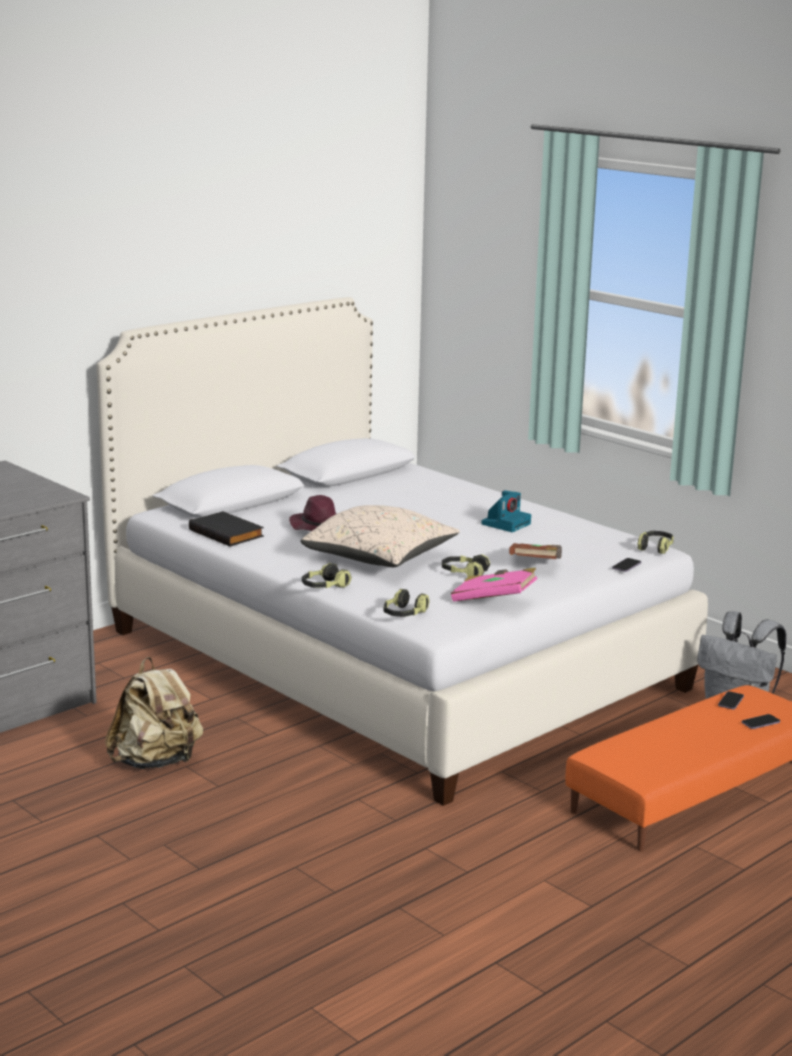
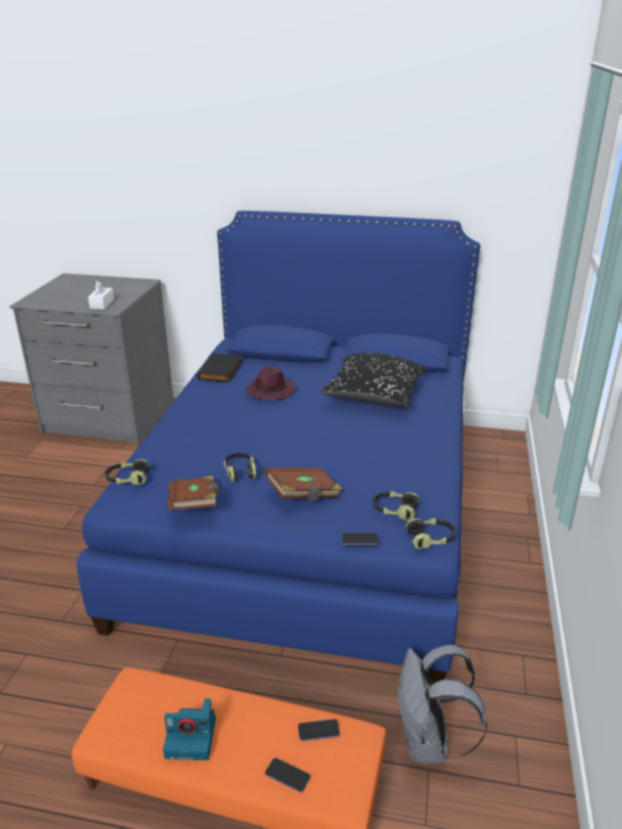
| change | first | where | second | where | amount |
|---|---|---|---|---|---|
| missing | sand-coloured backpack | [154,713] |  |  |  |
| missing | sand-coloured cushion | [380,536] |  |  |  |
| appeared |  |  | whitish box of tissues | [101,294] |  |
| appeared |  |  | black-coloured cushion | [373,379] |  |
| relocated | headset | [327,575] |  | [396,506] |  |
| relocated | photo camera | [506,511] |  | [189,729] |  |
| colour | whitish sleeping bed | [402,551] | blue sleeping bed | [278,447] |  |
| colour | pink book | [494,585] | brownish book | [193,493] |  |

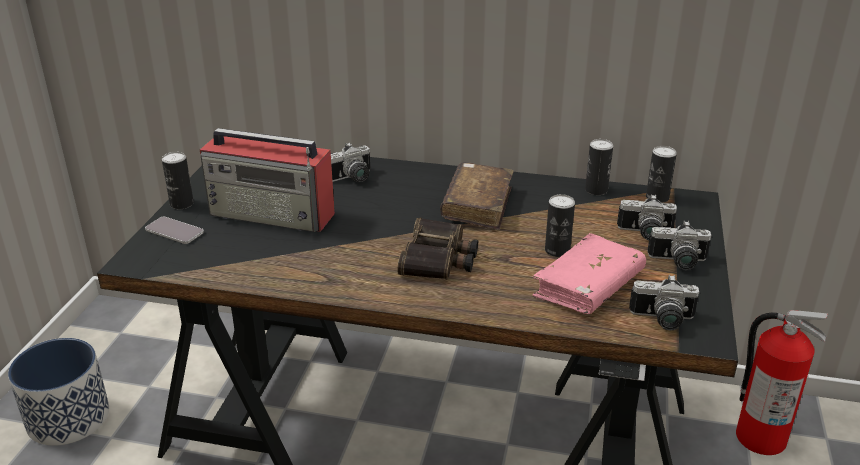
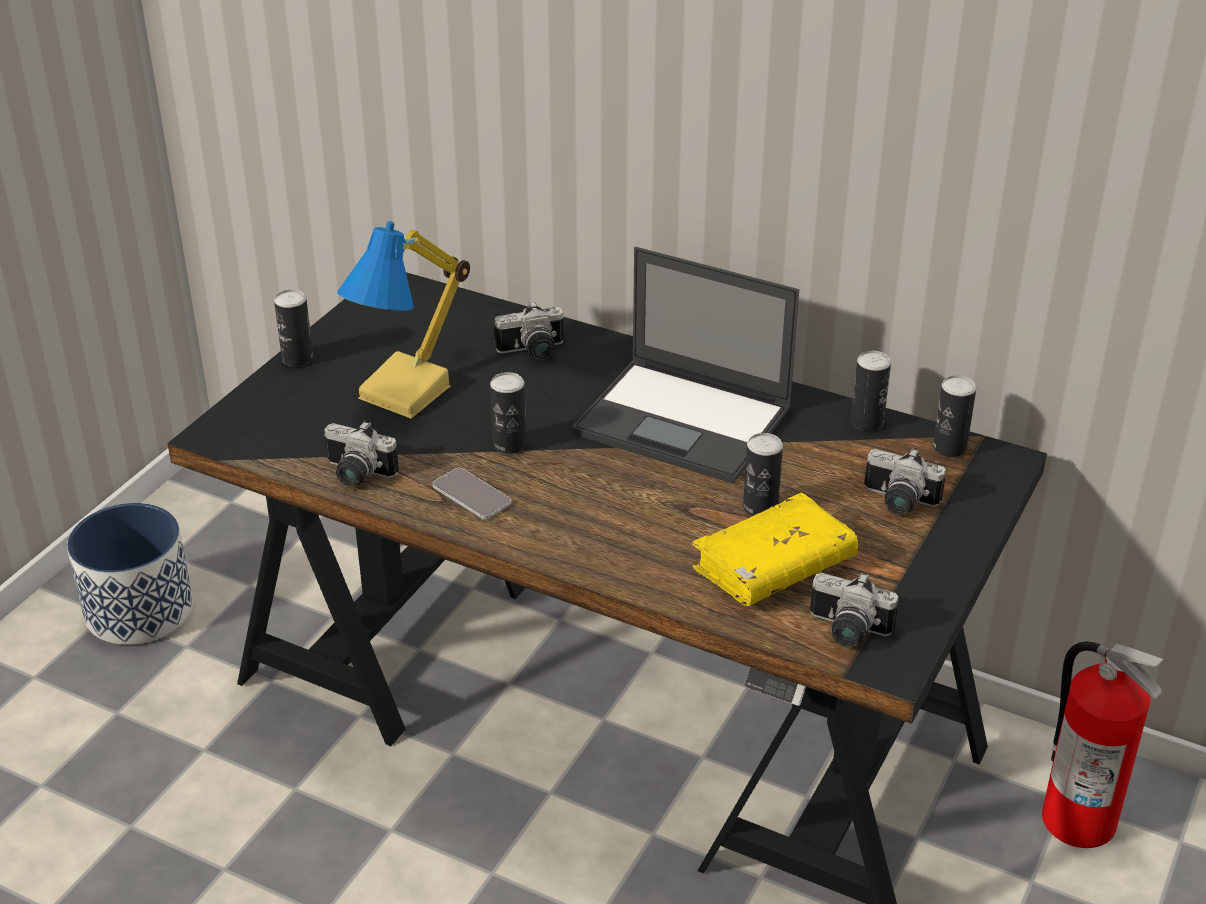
| change | first | where | second | where | amount |
|---|---|---|---|---|---|
| missing | field glasses | [437,249] |  |  |  |
| appeared |  |  | metal can | [508,413] |  |
| relocated | telephone | [174,230] |  | [472,493] |  |
| relocated | photo camera | [679,245] |  | [361,454] |  |
| exchanged | radio set | [267,180] | tabletop lamp | [403,320] |  |
| exchanged | brownish book | [476,196] | portable computer | [685,365] |  |
| colour | pink book | [589,273] | yellowish book | [774,549] |  |

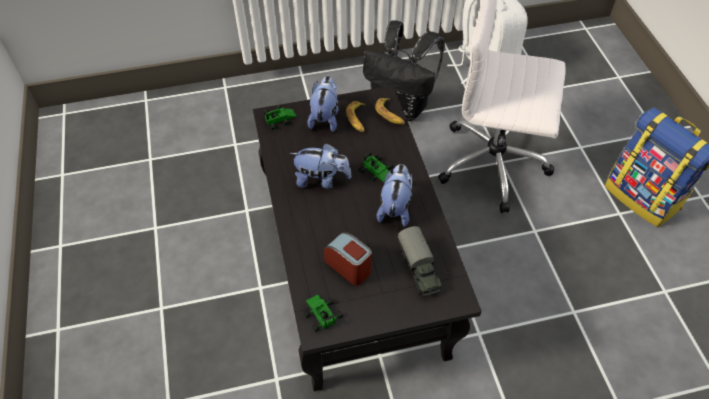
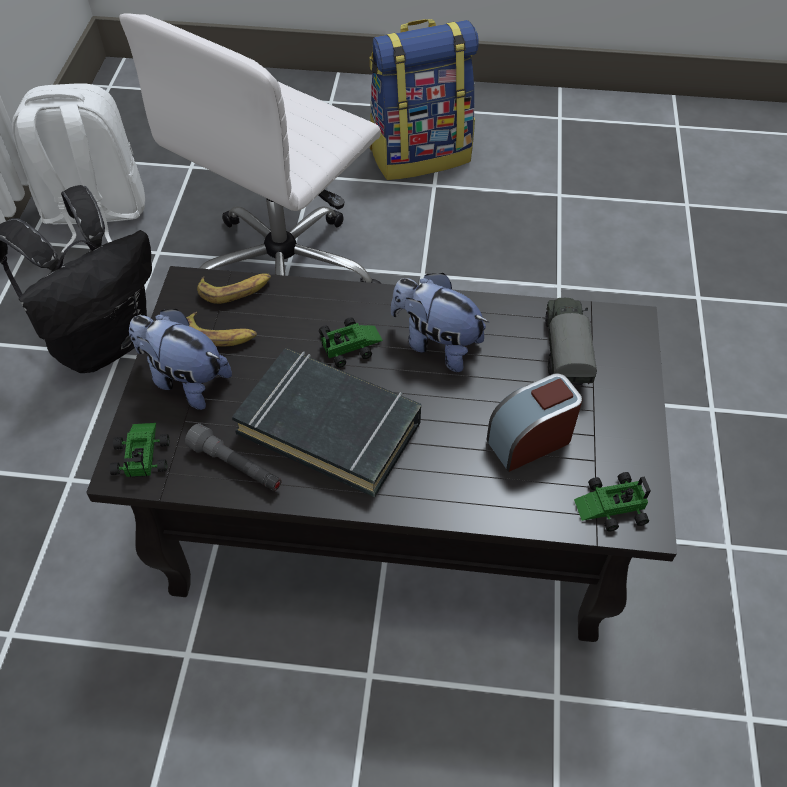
| change | first | where | second | where | amount |
|---|---|---|---|---|---|
| appeared |  |  | gray hand torch | [233,457] |  |
| exchanged | plush toy | [321,166] | black-coloured book | [326,422] |  |
| spun | model truck | [420,261] |  | [571,342] | 90 degrees counterclockwise |

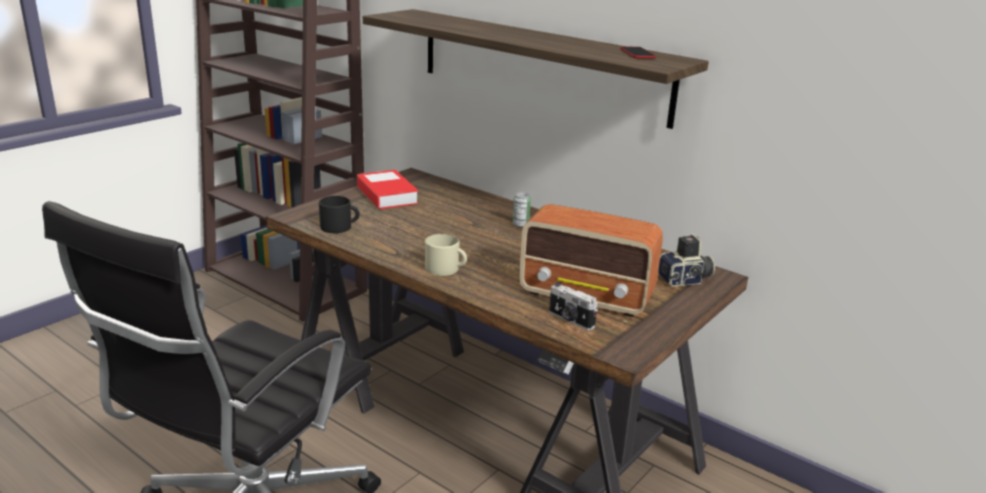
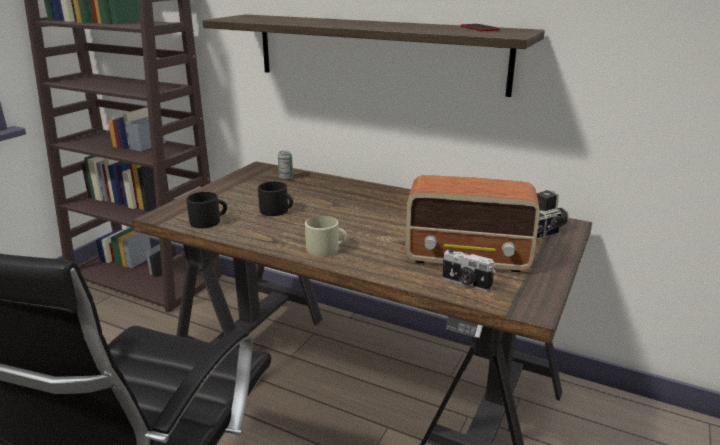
| change | first | where | second | where | amount |
|---|---|---|---|---|---|
| missing | book | [387,189] |  |  |  |
| appeared |  |  | black-coloured tea mug | [275,199] |  |
| relocated | metal can | [521,209] |  | [285,165] |  |

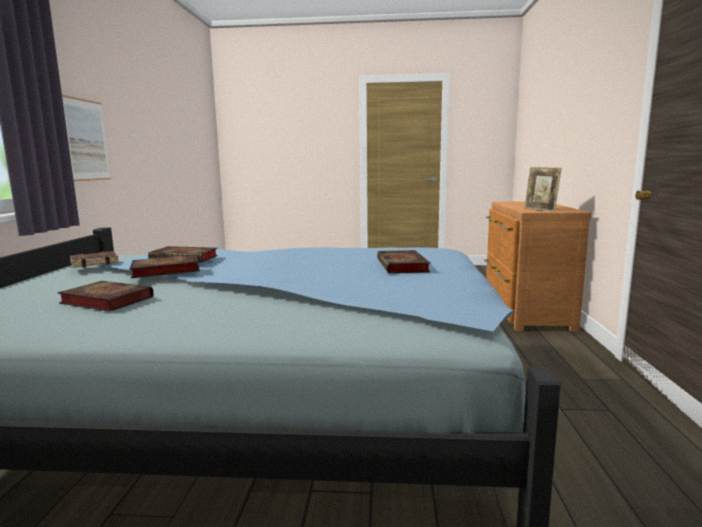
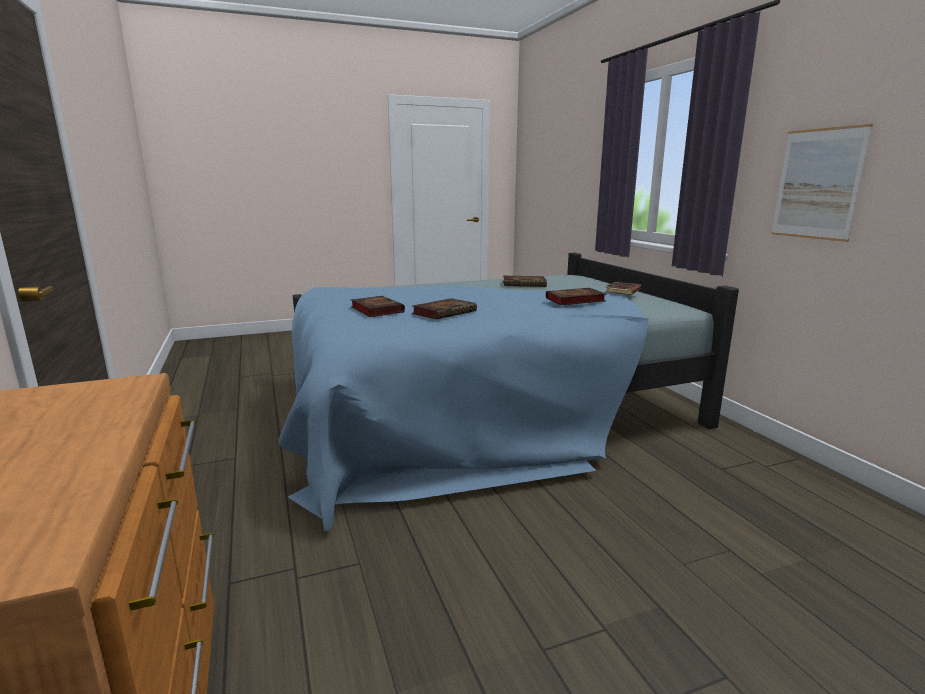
| change | first | where | second | where | amount |
|---|---|---|---|---|---|
| missing | photo frame | [543,189] |  |  |  |
| relocated | book | [165,266] |  | [444,309] |  |

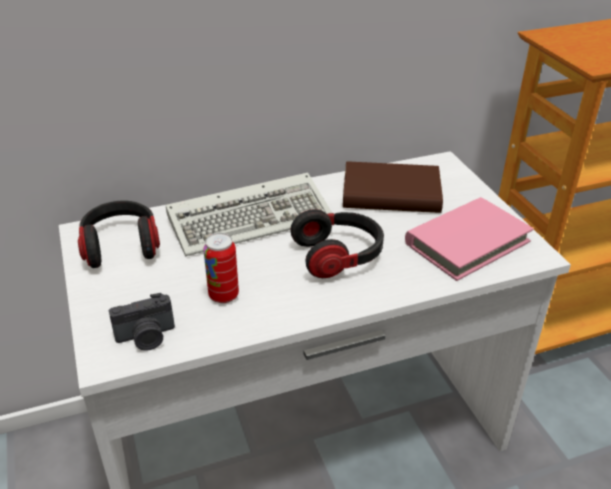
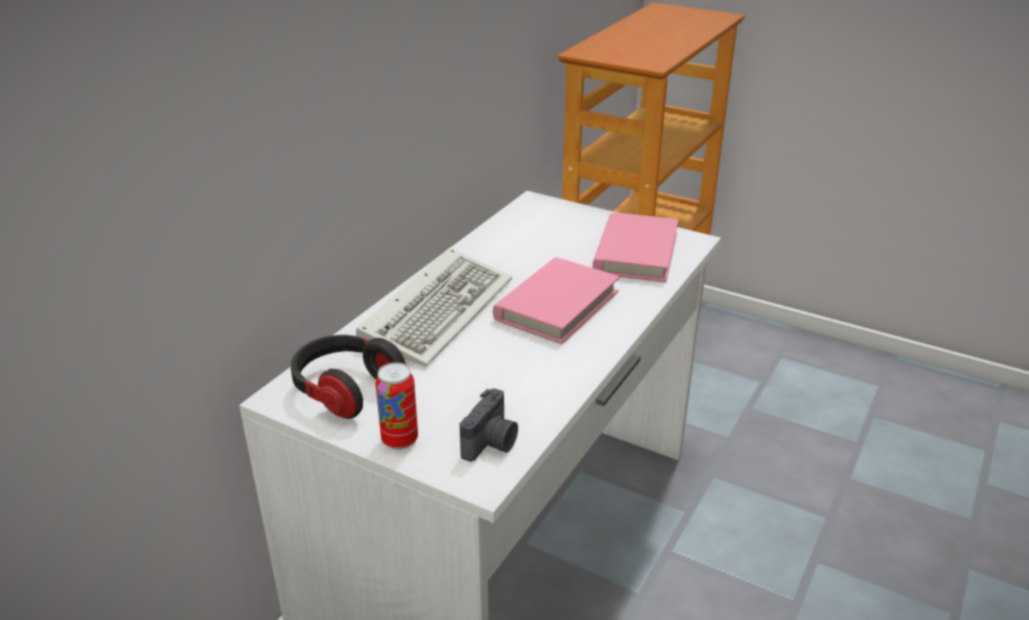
| change | first | where | second | where | amount |
|---|---|---|---|---|---|
| missing | brownish book | [393,187] |  |  |  |
| relocated | metal can | [221,268] |  | [396,406] |  |
| exchanged | headset | [337,243] | pink book | [556,300] |  |

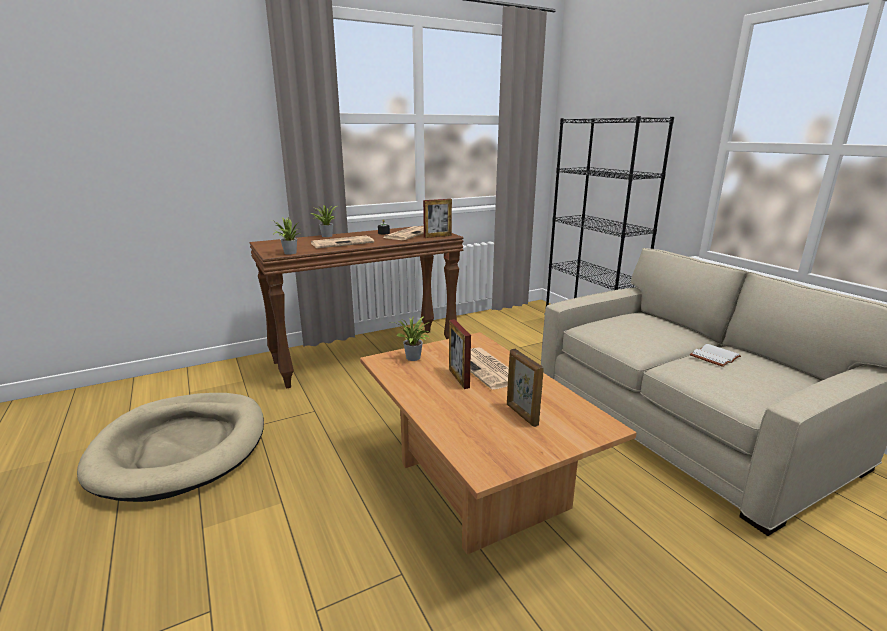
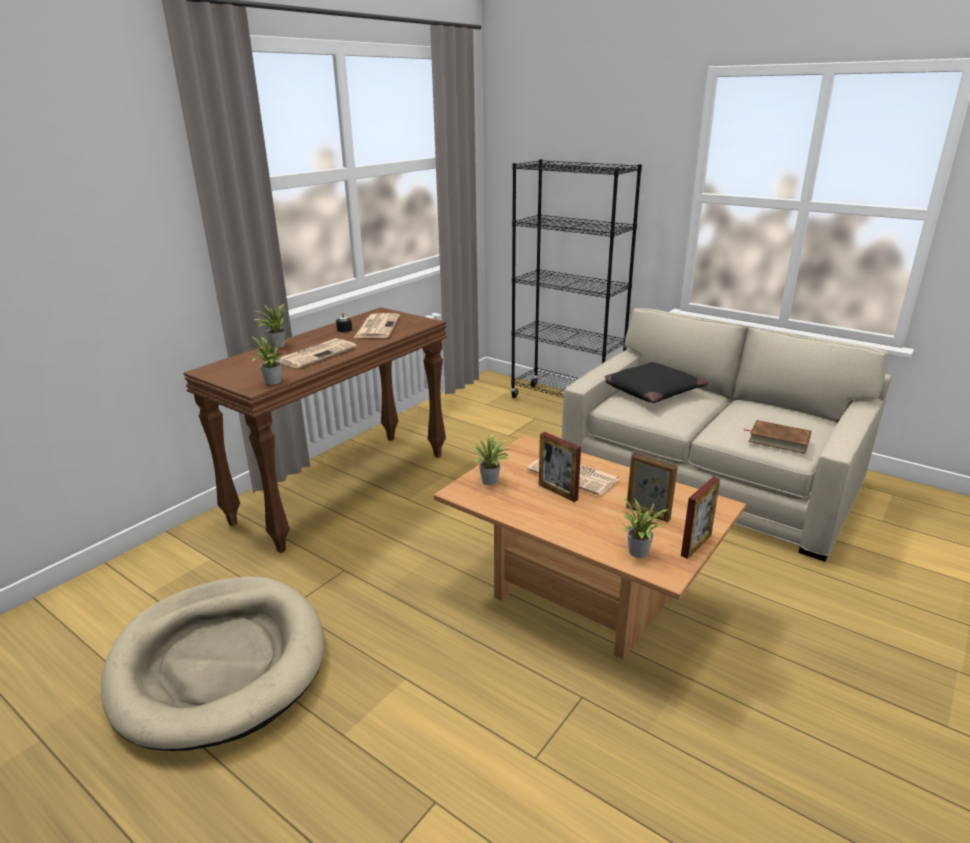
| change | first | where | second | where | amount |
|---|---|---|---|---|---|
| missing | whitish book | [715,355] |  |  |  |
| appeared |  |  | black-coloured cushion | [656,382] |  |
| appeared |  |  | potted plant | [643,526] |  |
| appeared |  |  | brownish book | [778,437] |  |
| relocated | photo frame | [437,218] |  | [700,517] |  |

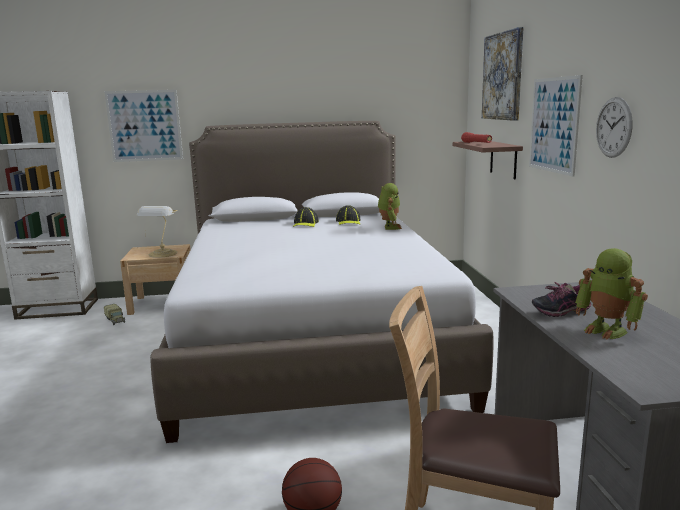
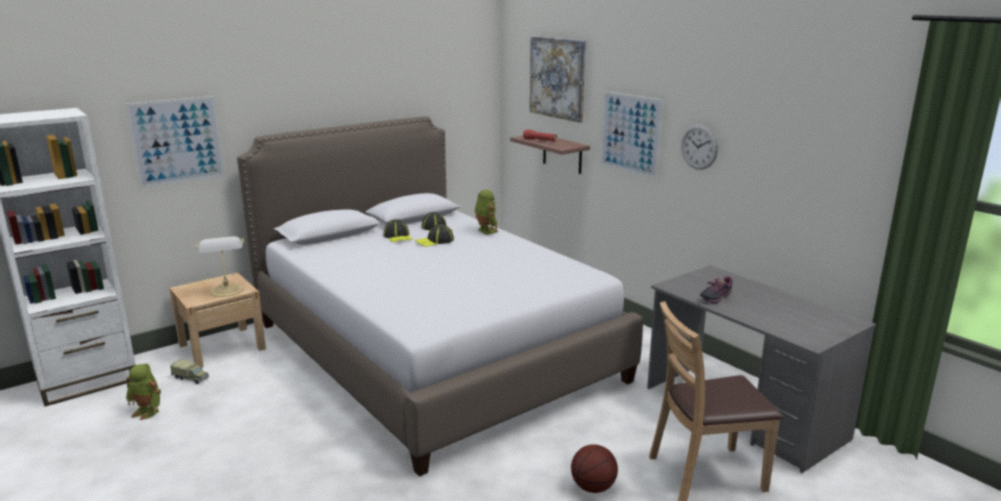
| change | first | where | second | where | amount |
|---|---|---|---|---|---|
| appeared |  |  | cap | [434,235] |  |
| relocated | model robot | [611,294] |  | [143,392] |  |

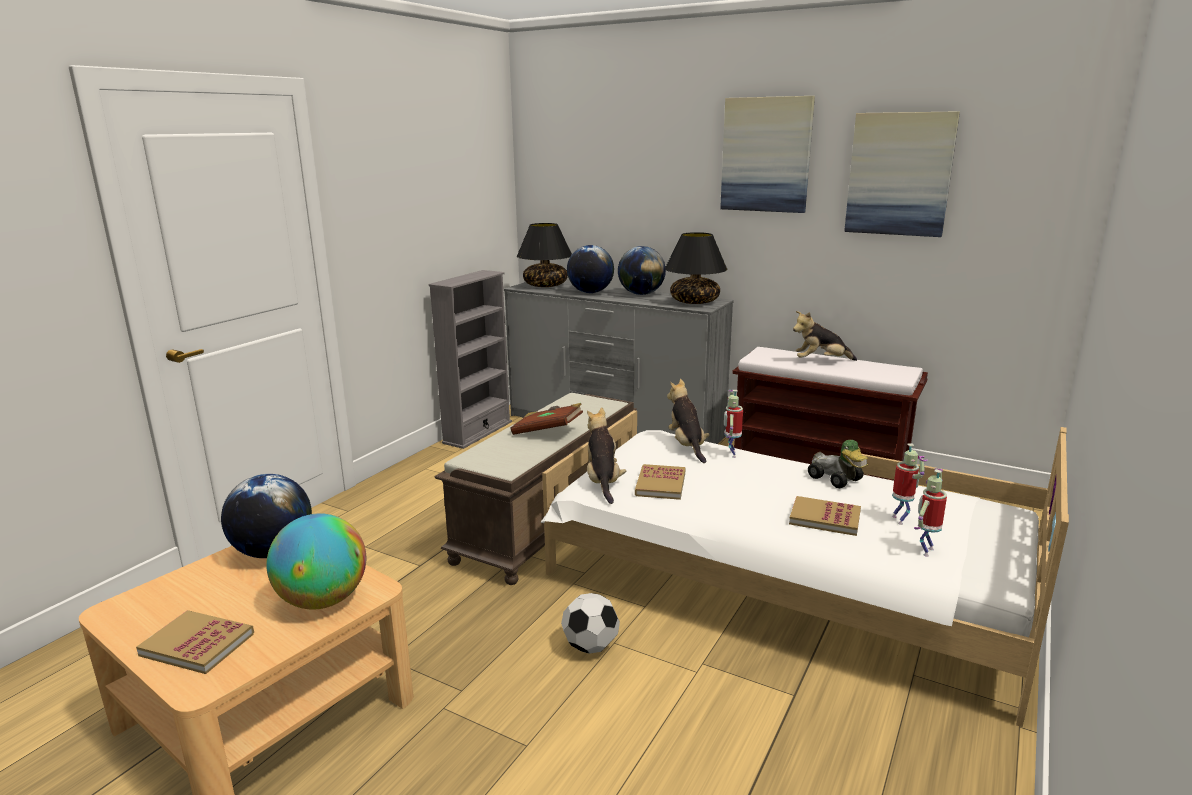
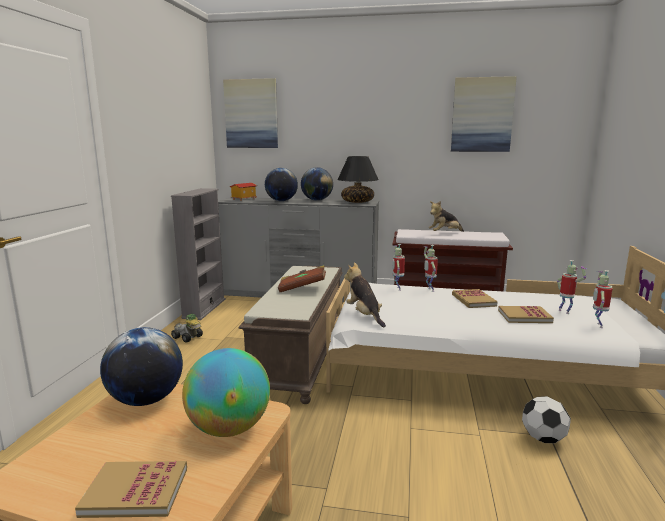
| change | first | where | second | where | amount |
|---|---|---|---|---|---|
| relocated | ball for football | [590,623] |  | [546,419] |  |
| relocated | book | [660,482] |  | [475,298] |  |
| relocated | picture | [767,154] |  | [250,113] |  |
| relocated | model car | [838,464] |  | [187,328] |  |
| exchanged | black-coloured tabletop lamp | [544,255] | model house | [243,192] |  |
| exchanged | plush toy | [688,421] | model robot | [398,267] |  |

